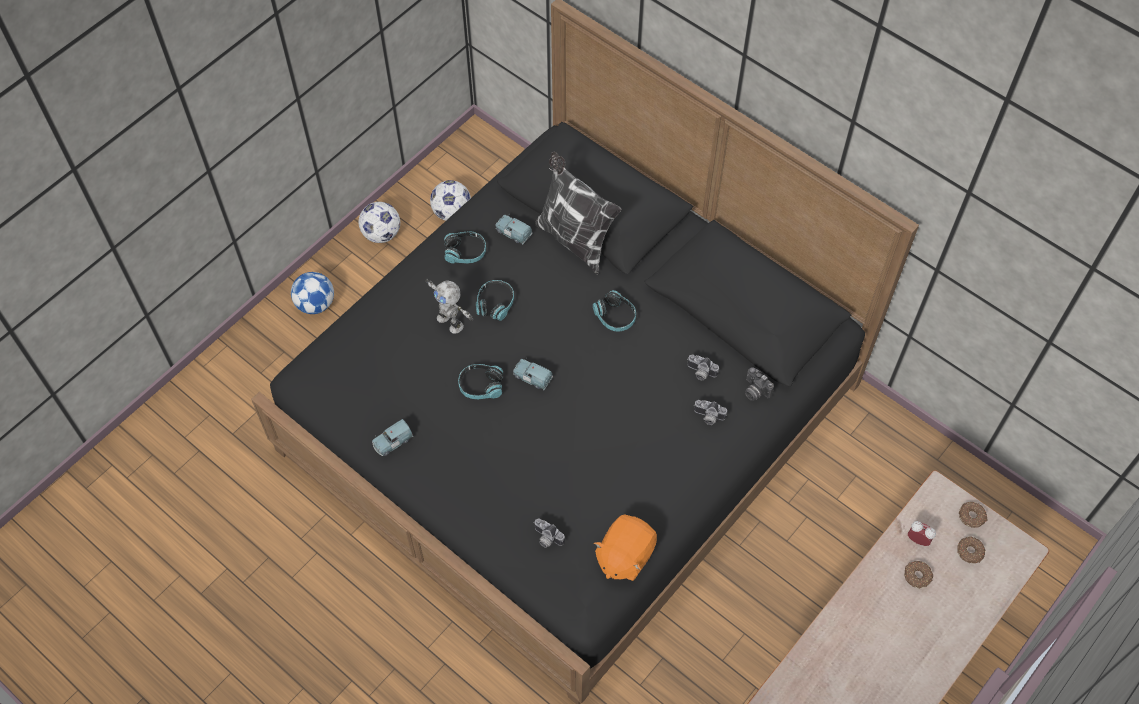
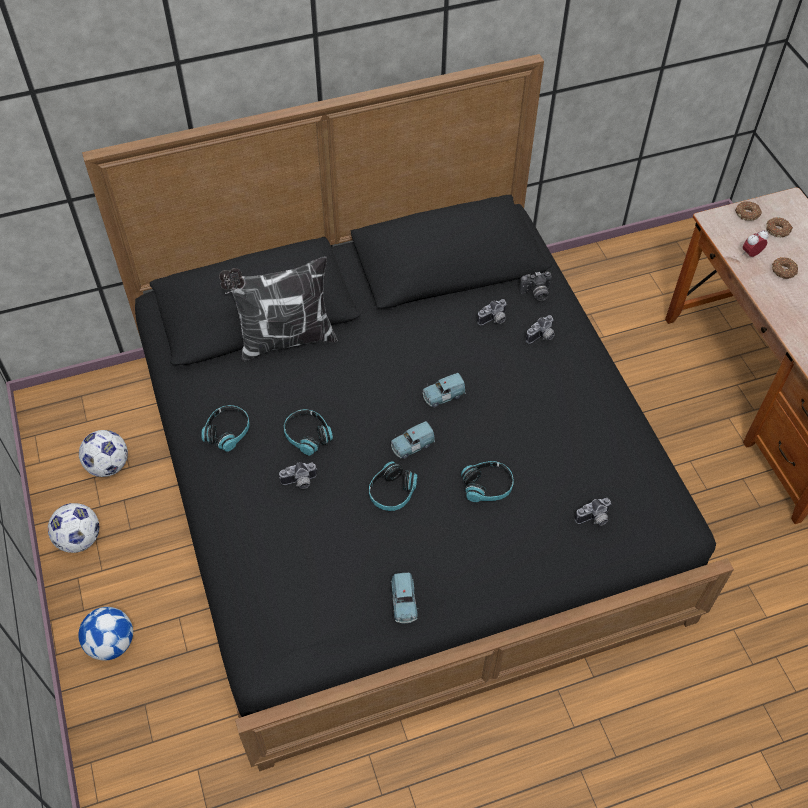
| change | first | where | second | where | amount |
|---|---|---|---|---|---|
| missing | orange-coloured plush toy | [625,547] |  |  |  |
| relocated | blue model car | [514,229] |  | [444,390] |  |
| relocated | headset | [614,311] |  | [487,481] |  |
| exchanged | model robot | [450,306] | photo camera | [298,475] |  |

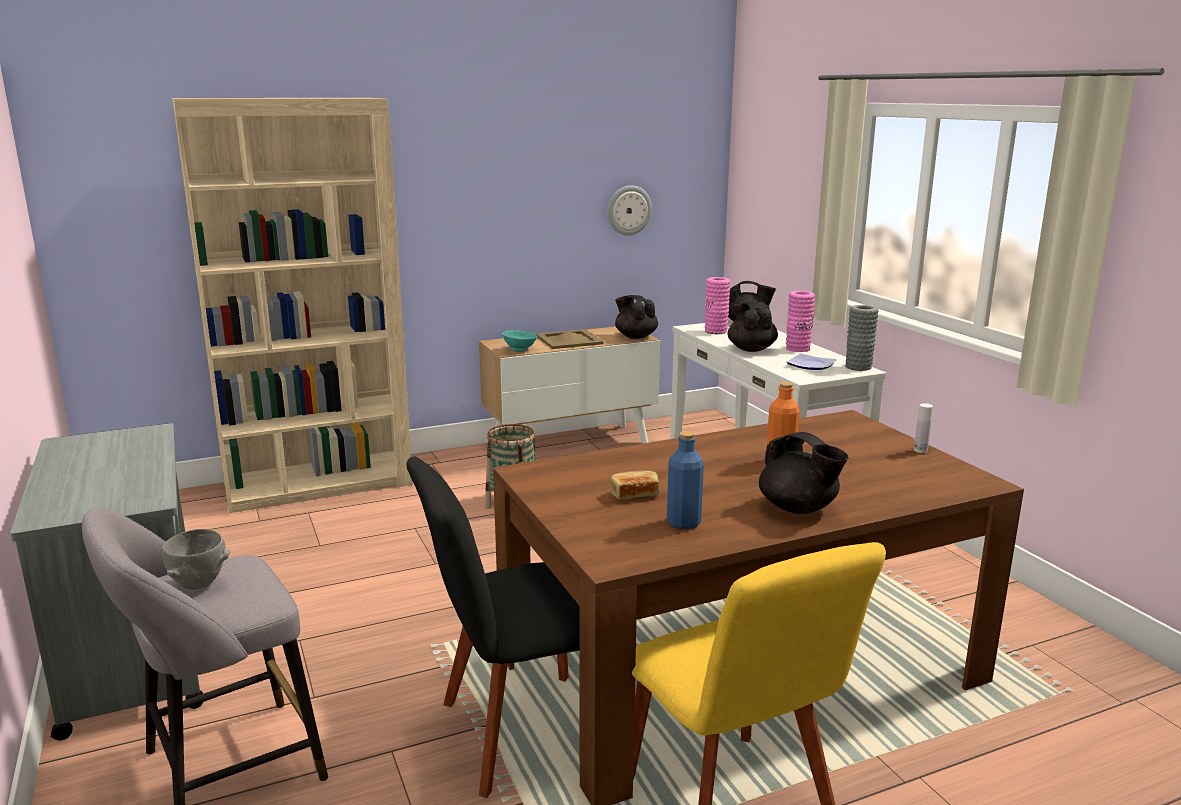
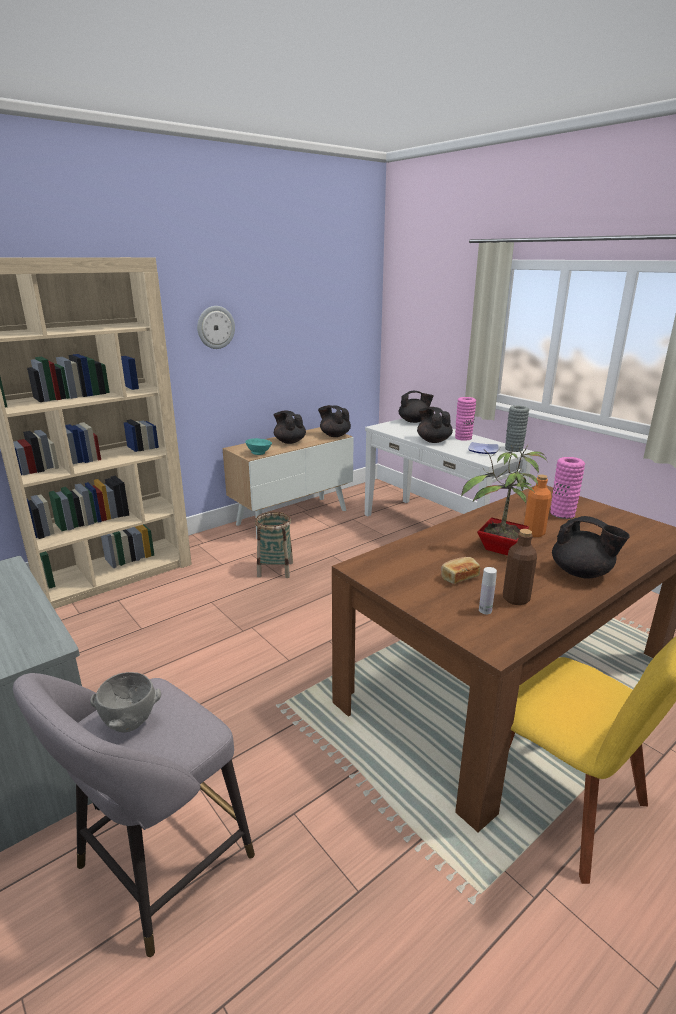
| change | first | where | second | where | amount |
|---|---|---|---|---|---|
| missing | black-coloured upright chair | [492,627] |  |  |  |
| appeared |  |  | potted plant | [504,500] |  |
| relocated | wall clock | [629,210] |  | [216,327] |  |
| relocated | pink vase | [717,305] |  | [567,488] |  |
| relocated | whitish beverage bottle | [923,428] |  | [488,590] |  |
| exchanged | sand-coloured tray | [570,339] | black-coloured tea pot | [289,427] |  |
| colour | blue beverage bottle | [685,480] | brownish beverage bottle | [520,567] |  |

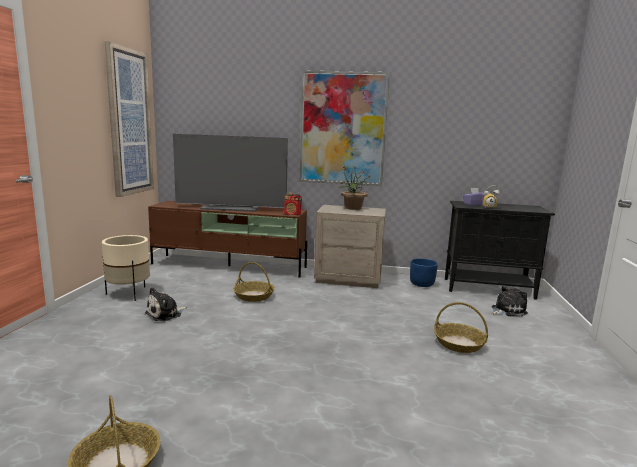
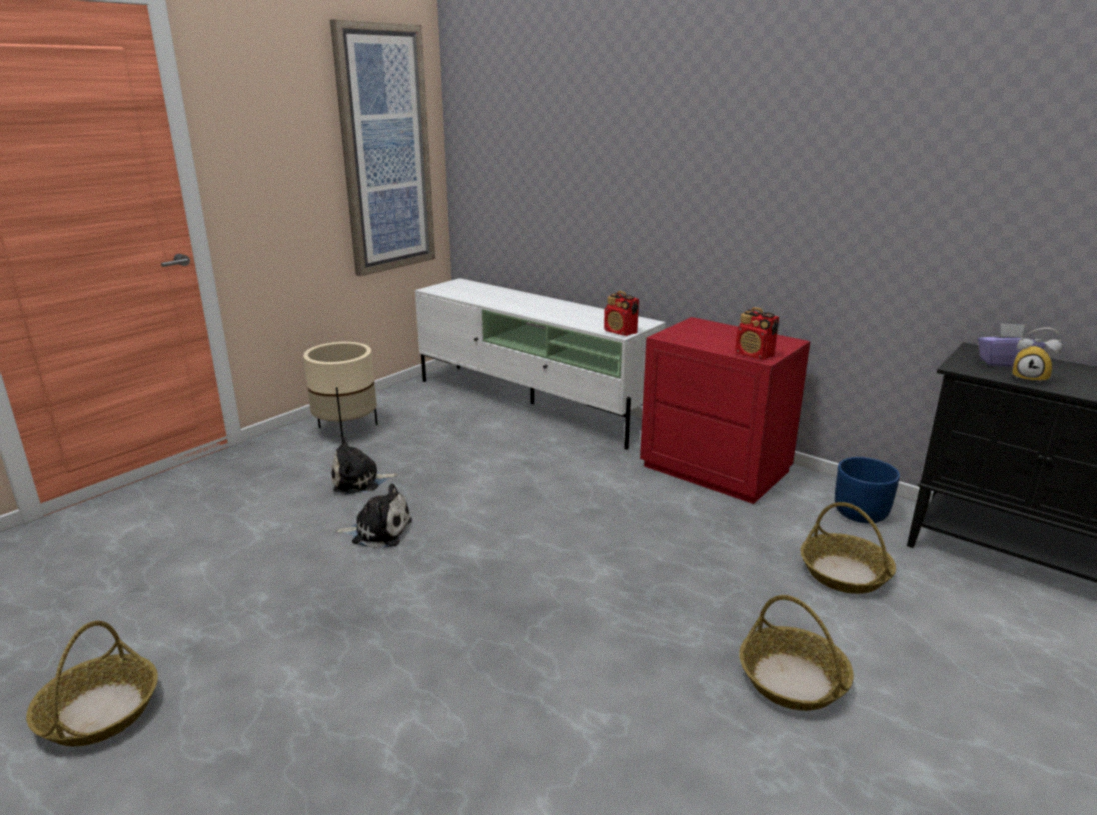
| change | first | where | second | where | amount |
|---|---|---|---|---|---|
| missing | television | [230,173] |  |  |  |
| missing | picture | [345,128] |  |  |  |
| missing | potted plant | [354,188] |  |  |  |
| appeared |  |  | radio set | [757,333] |  |
| relocated | household basket | [254,282] |  | [848,548] |  |
| relocated | plush toy | [510,301] |  | [373,516] |  |
| colour | brownish tv unit | [227,239] | whitish tv unit | [540,364] |  |
| colour | sand-coloured nightstand | [350,246] | red nightstand | [725,410] |  |

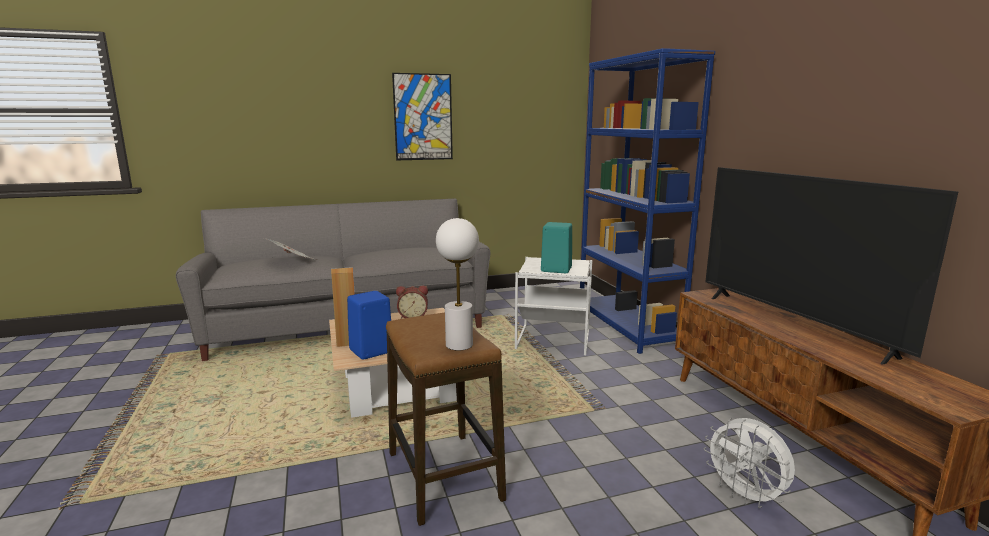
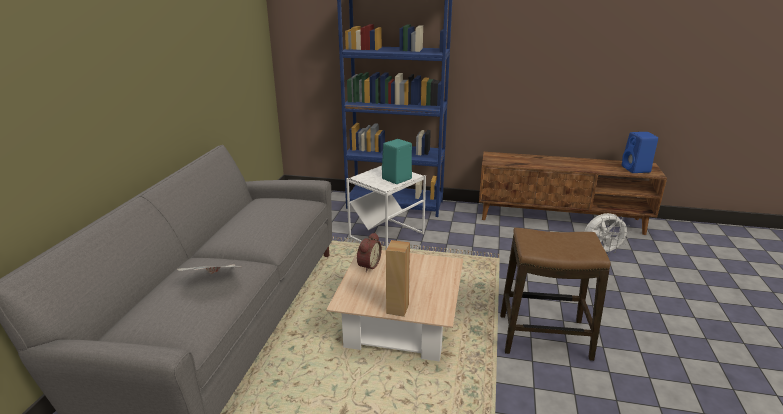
| change | first | where | second | where | amount |
|---|---|---|---|---|---|
| missing | picture | [422,116] |  |  |  |
| missing | whitish tabletop lamp | [457,284] |  |  |  |
| missing | television | [831,266] |  |  |  |
| relocated | blue speaker | [369,325] |  | [640,152] |  |

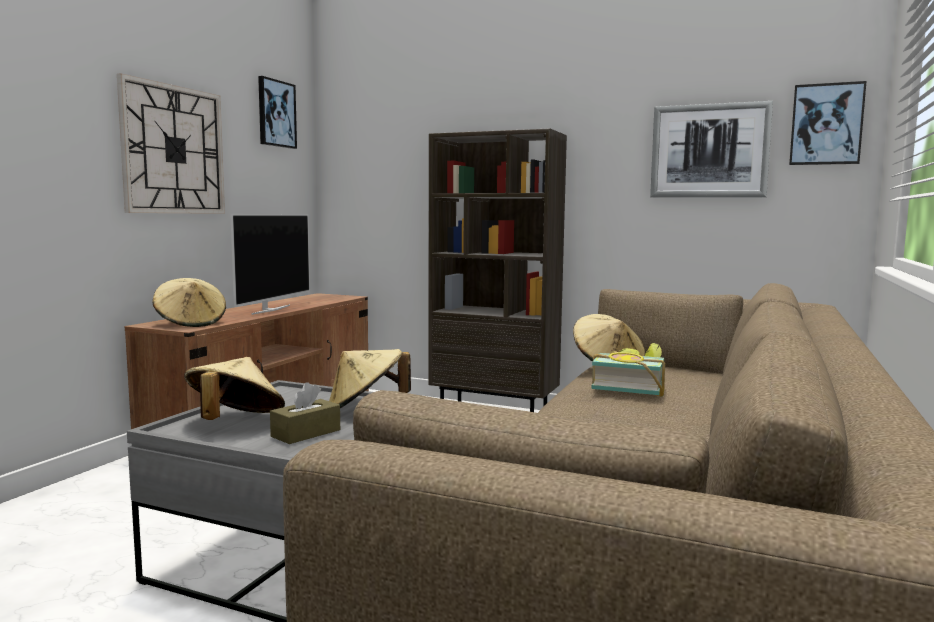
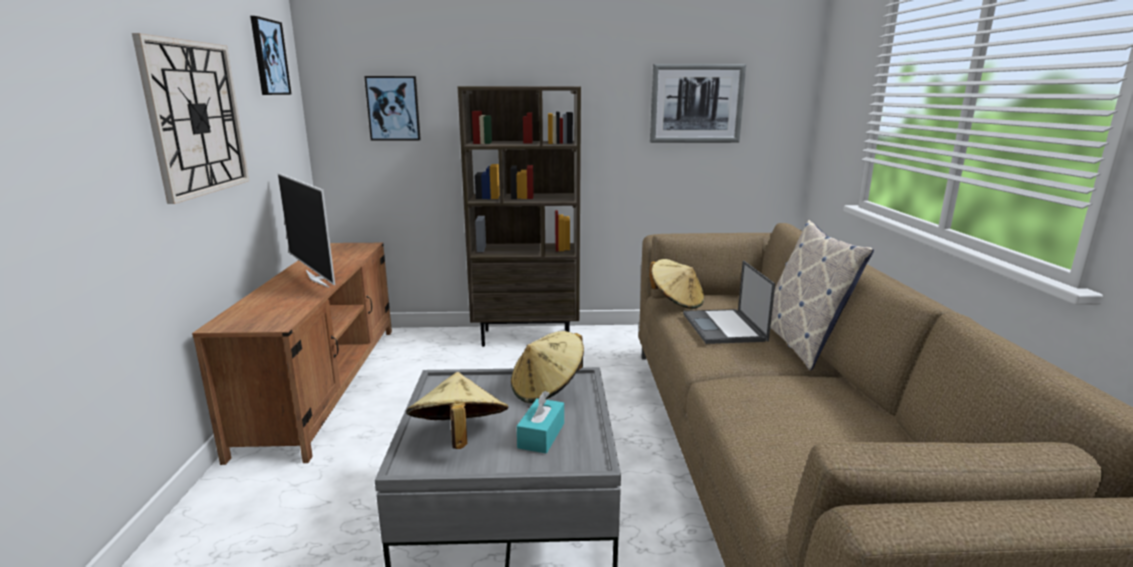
| change | first | where | second | where | amount |
|---|---|---|---|---|---|
| missing | sand-coloured clothing hat | [189,302] |  |  |  |
| appeared |  |  | cushion | [822,295] |  |
| relocated | picture | [828,123] |  | [392,108] |  |
| exchanged | book | [628,370] | portable computer | [729,302] |  |
| colour | brownish box of tissues | [305,413] | turquoise-coloured box of tissues | [540,422] |  |
| spun | television | [270,264] |  | [306,230] | 150 degrees clockwise |

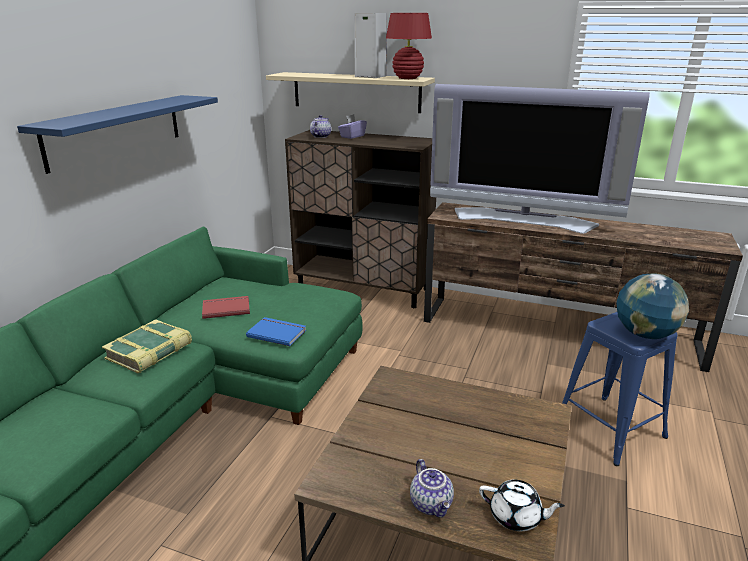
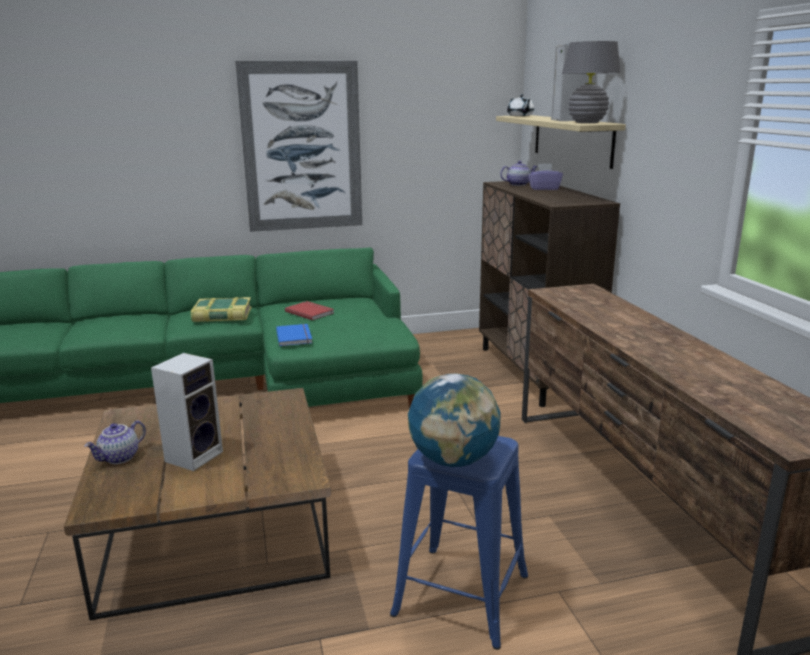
| change | first | where | second | where | amount |
|---|---|---|---|---|---|
| missing | television | [540,159] |  |  |  |
| appeared |  |  | speaker | [187,412] |  |
| relocated | whitish tea pot | [522,505] |  | [520,105] |  |
| exchanged | blue wall shelf | [117,134] | picture | [298,146] |  |
| colour | red tabletop lamp | [409,46] | gray tabletop lamp | [591,82] |  |

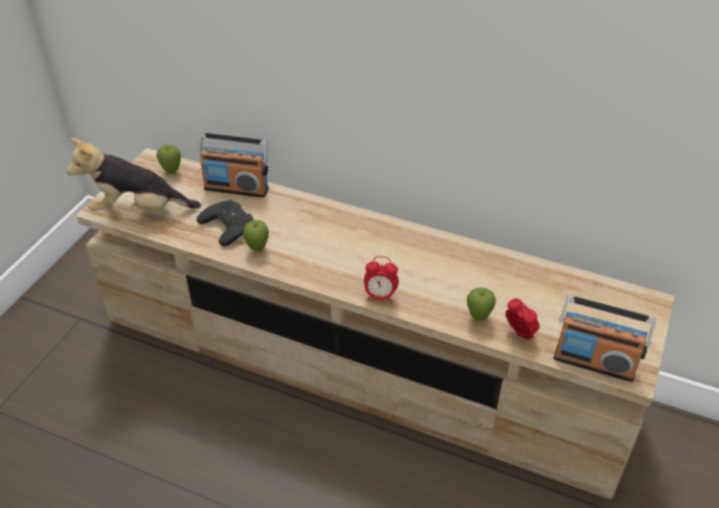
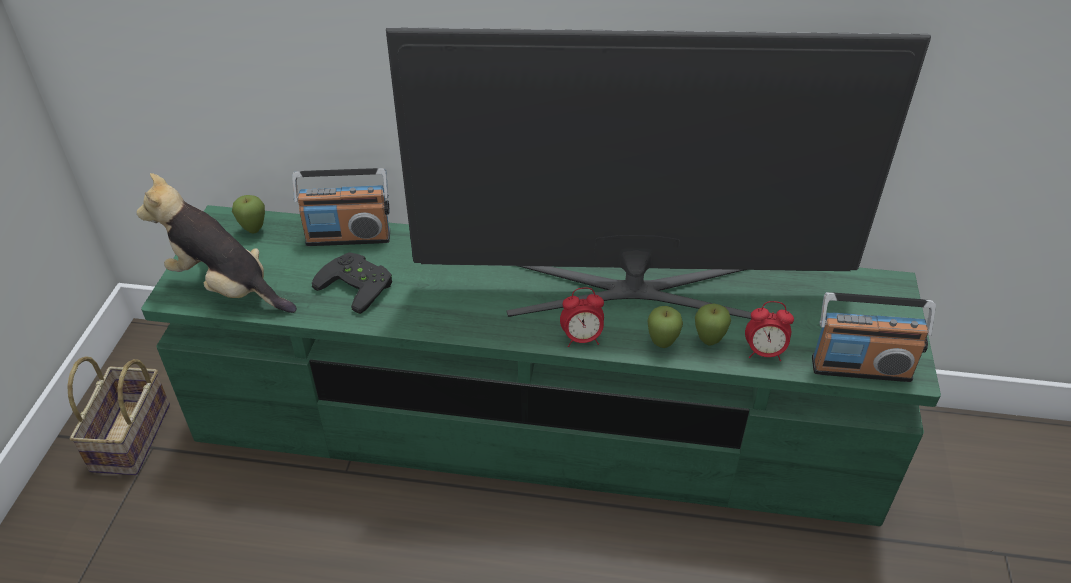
| change | first | where | second | where | amount |
|---|---|---|---|---|---|
| appeared |  |  | household basket | [118,415] |  |
| appeared |  |  | television | [658,173] |  |
| relocated | apple | [256,236] |  | [665,327] |  |
| colour | sand-coloured tv unit | [375,323] | green-coloured tv unit | [541,365] |  |
| spun | plush toy | [133,174] |  | [216,243] | 45 degrees clockwise |
| spun | table clock | [522,319] |  | [769,331] | 150 degrees clockwise |

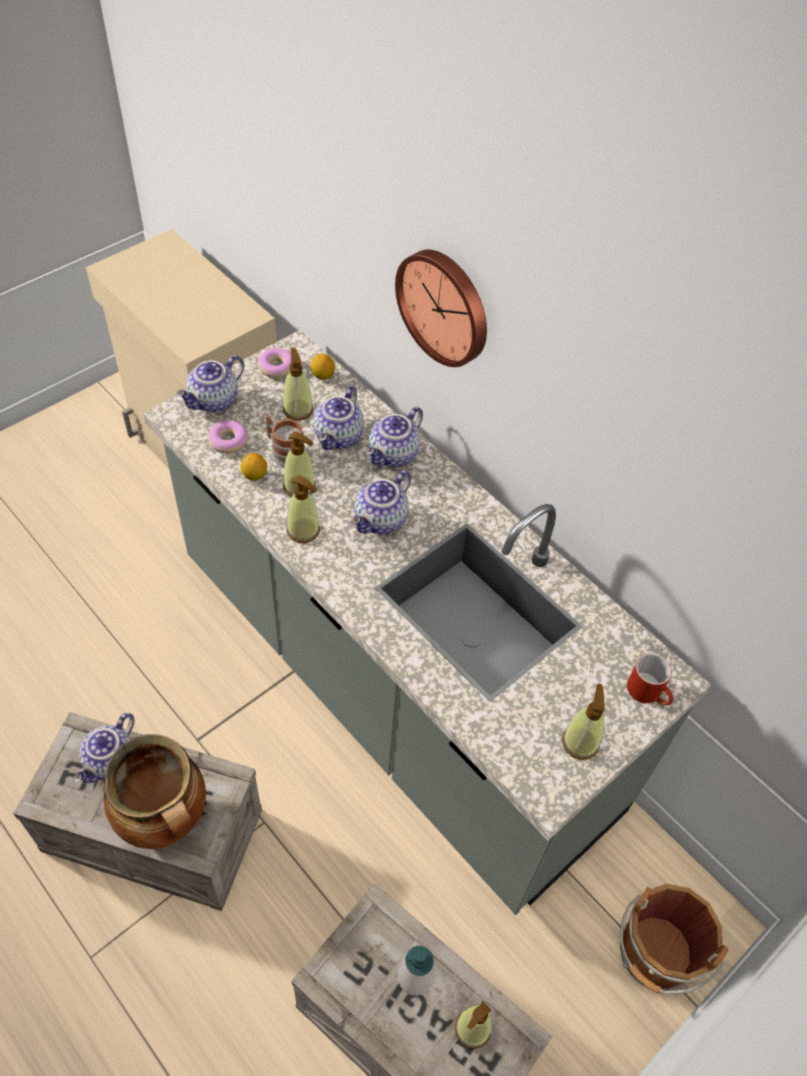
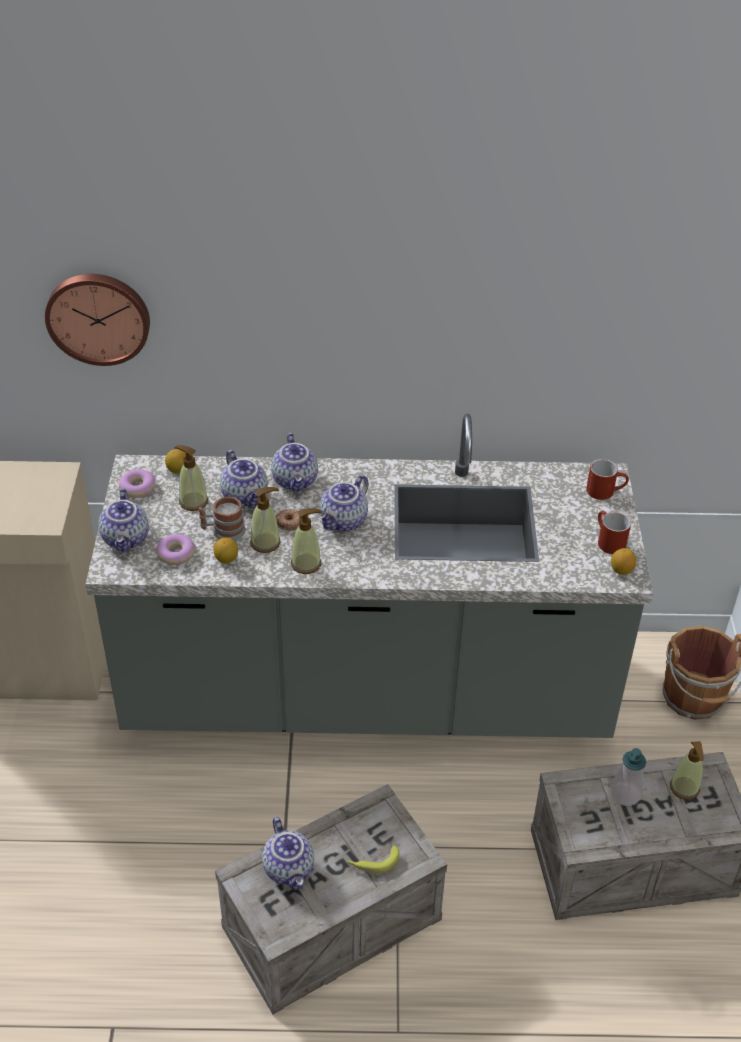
| change | first | where | second | where | amount |
|---|---|---|---|---|---|
| appeared |  |  | doughnut | [288,520] |  |
| appeared |  |  | citrus fruit | [623,561] |  |
| relocated | wall clock | [441,308] |  | [97,320] |  |
| exchanged | saucepot | [155,791] | banana | [373,859] |  |
| exchanged | soap dispenser | [583,721] | red tea mug | [614,532] |  |
| spun | tea pot | [381,502] |  | [343,503] | 45 degrees clockwise |

